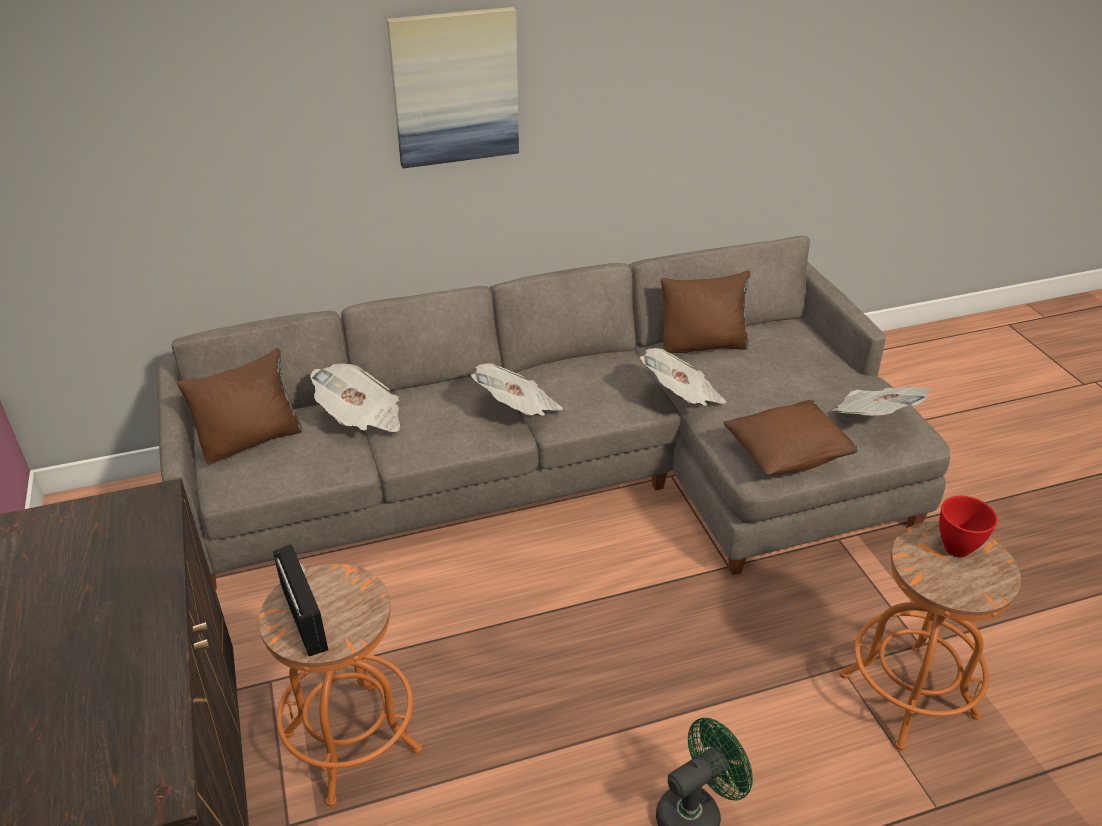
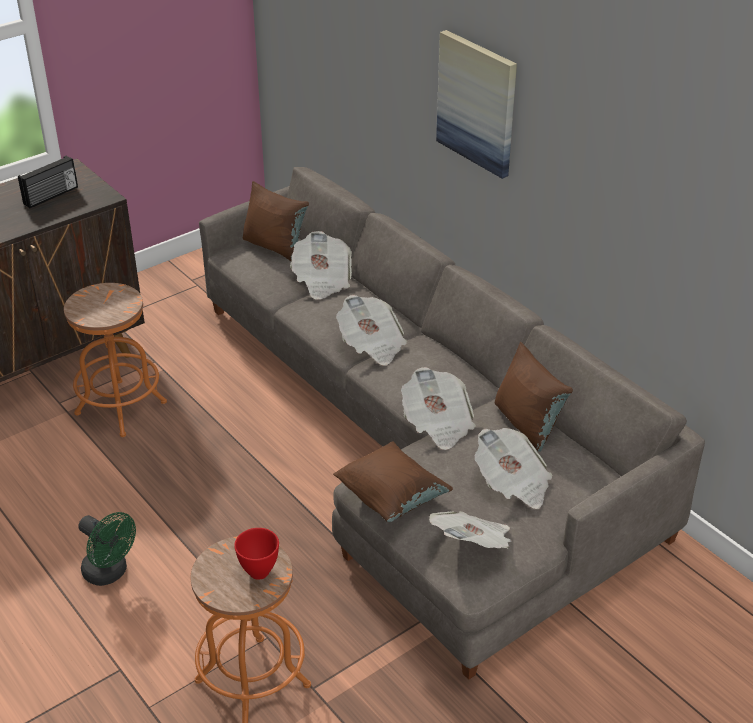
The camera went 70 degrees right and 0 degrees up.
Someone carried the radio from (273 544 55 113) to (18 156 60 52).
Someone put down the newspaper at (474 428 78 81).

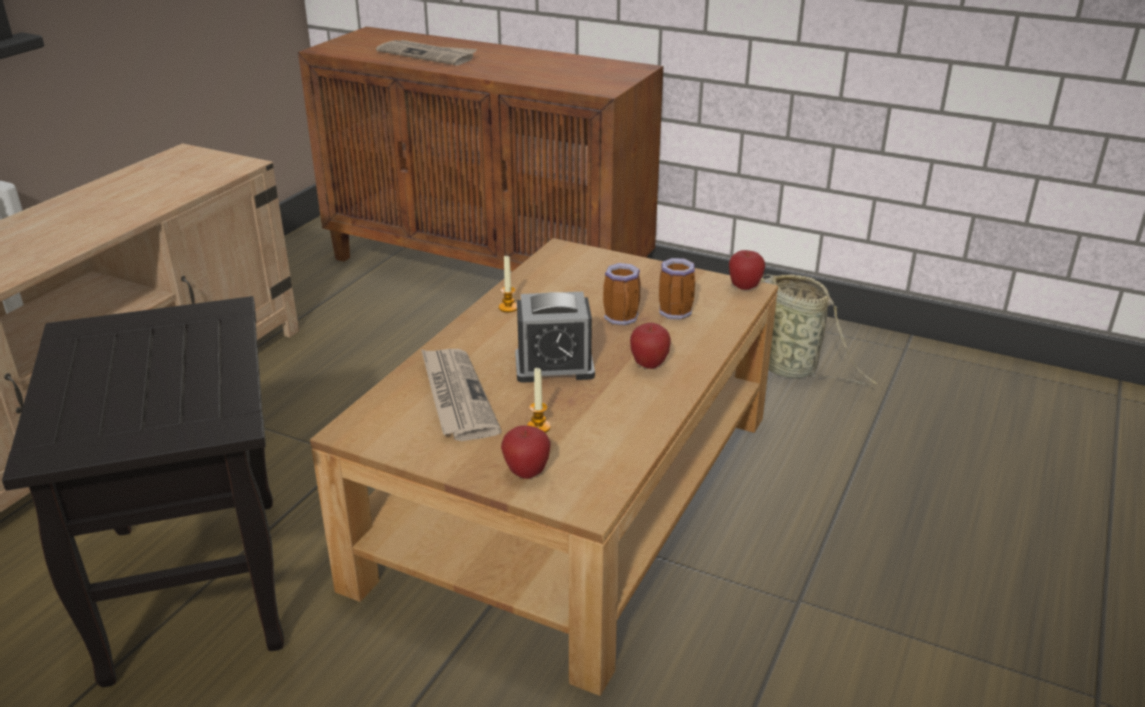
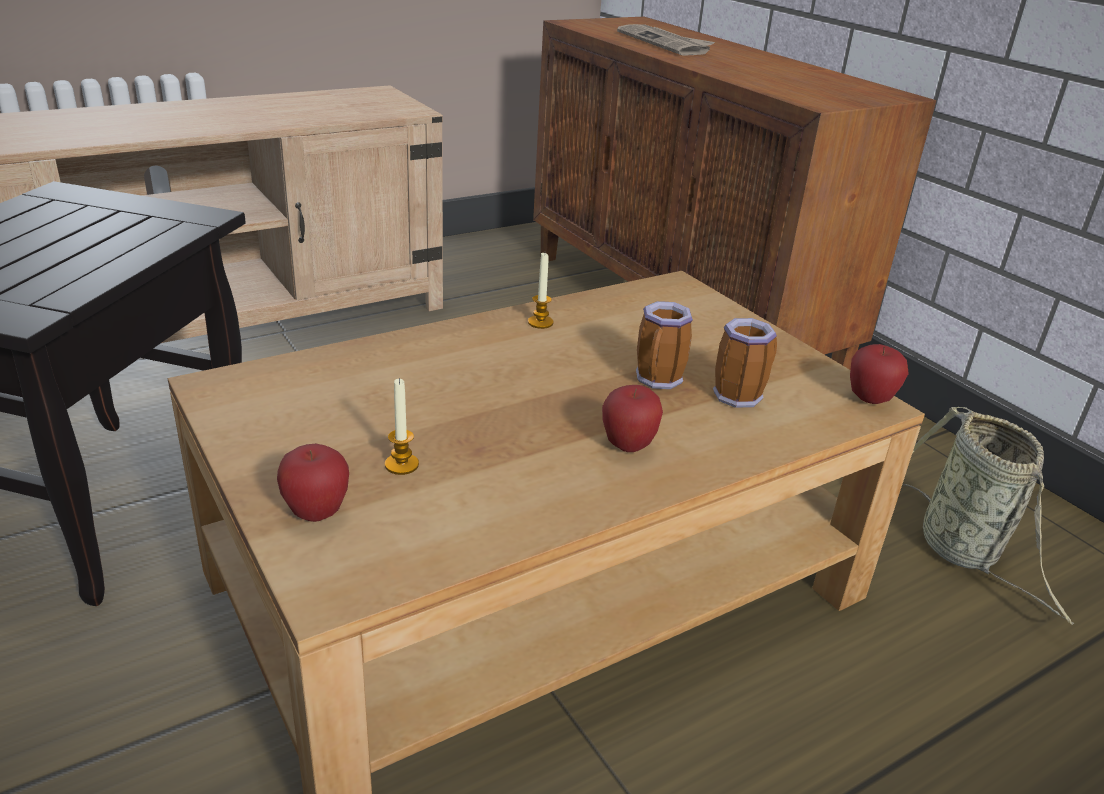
The camera went 30 degrees right and 0 degrees up.
Someone took away the alarm clock at (515 292 80 91).
Someone took away the newspaper at (421 349 80 92).

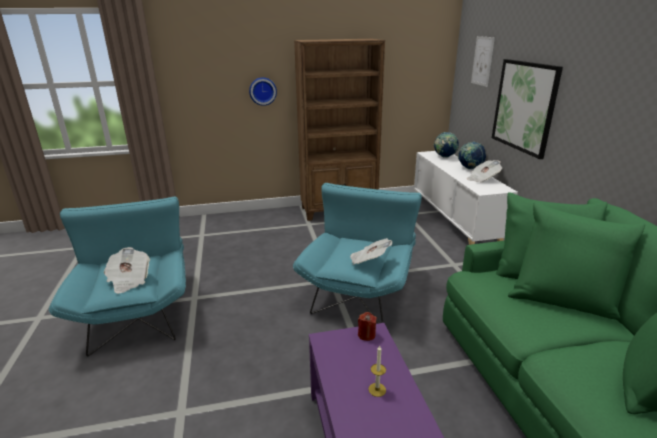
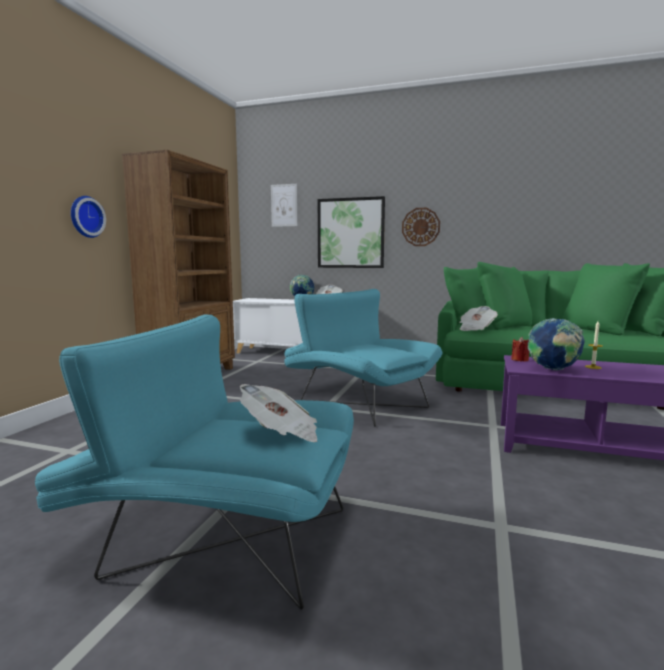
The camera went 60 degrees left and 15 degrees down.
Someone carried the globe from (434 132 25 26) to (528 318 57 53).
Someone carried the newspaper from (350 238 42 27) to (459 306 39 25).
Someone put up the wall clock at (402 208 38 38).

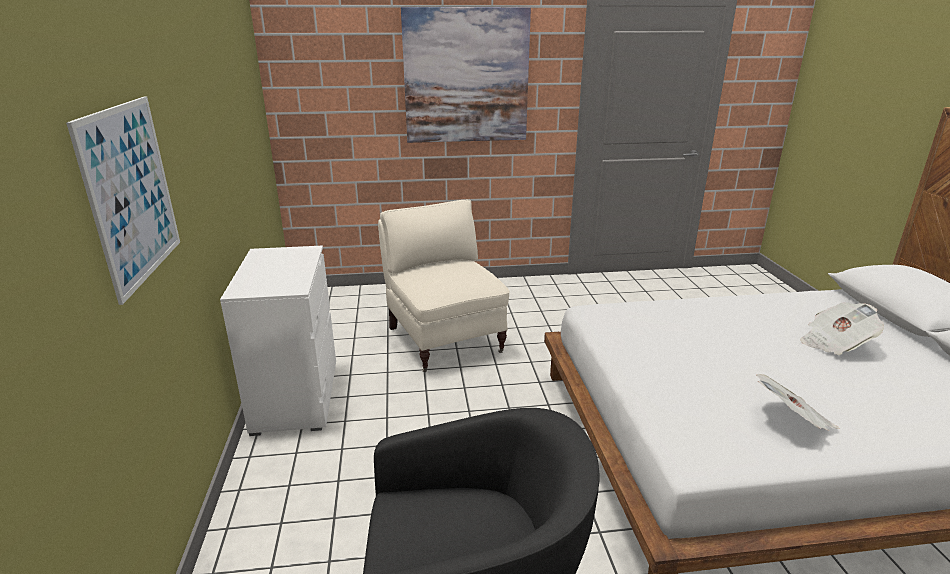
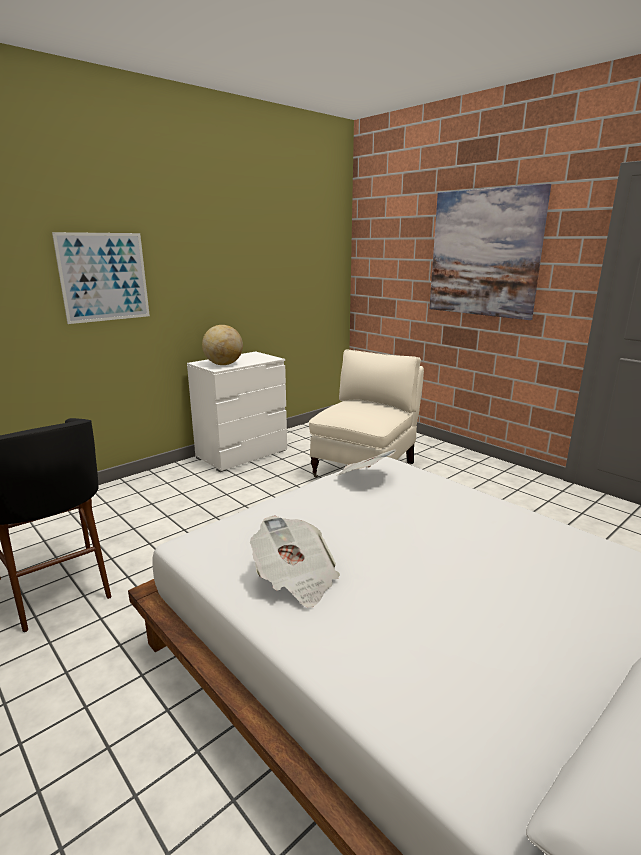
The camera went 55 degrees right and 5 degrees down.
Someone carried the newspaper from (800 302 84 53) to (336 449 60 27).
Someone put down the globe at (202 325 41 40).

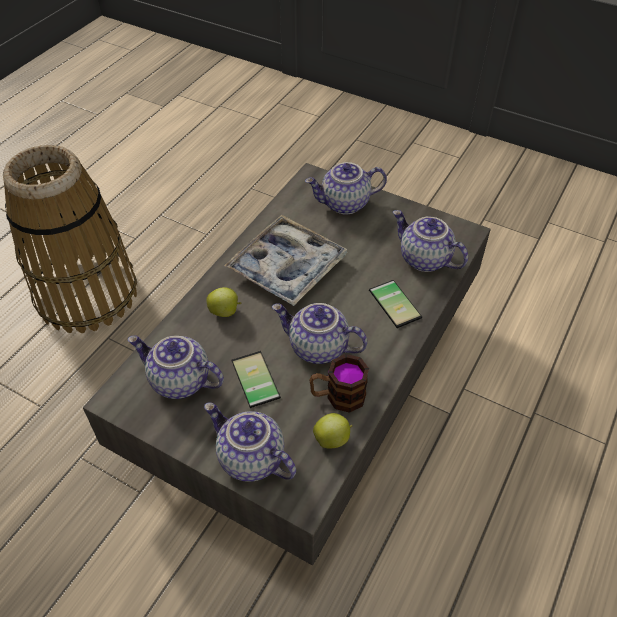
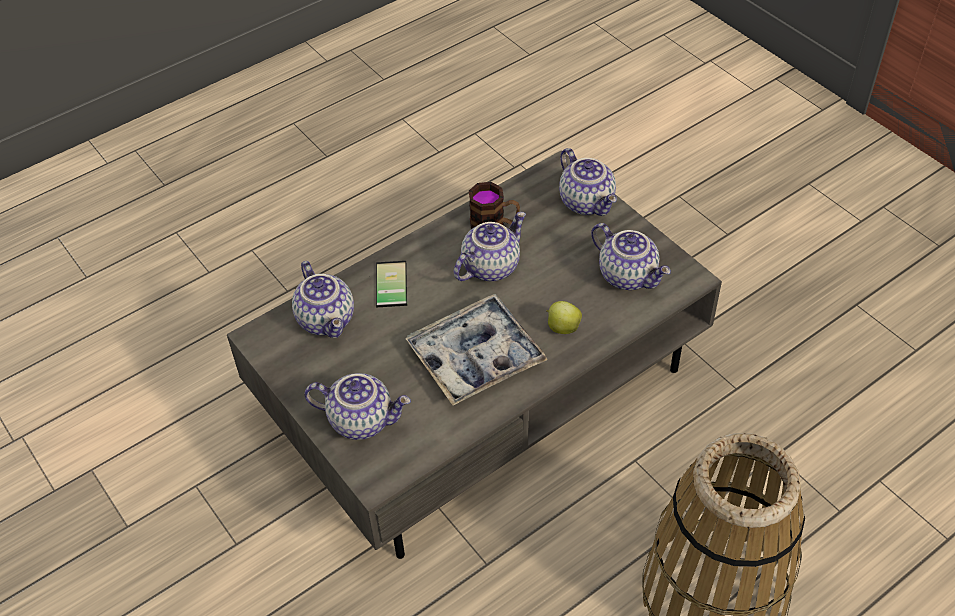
The camera went 155 degrees left and 0 degrees up.
Someone rotated the teapot at (272 303 95 61) by 90 degrees counterclockwise.
Someone took away the phone at (232 351 49 57).
Someone took away the apple at (313 413 39 35).

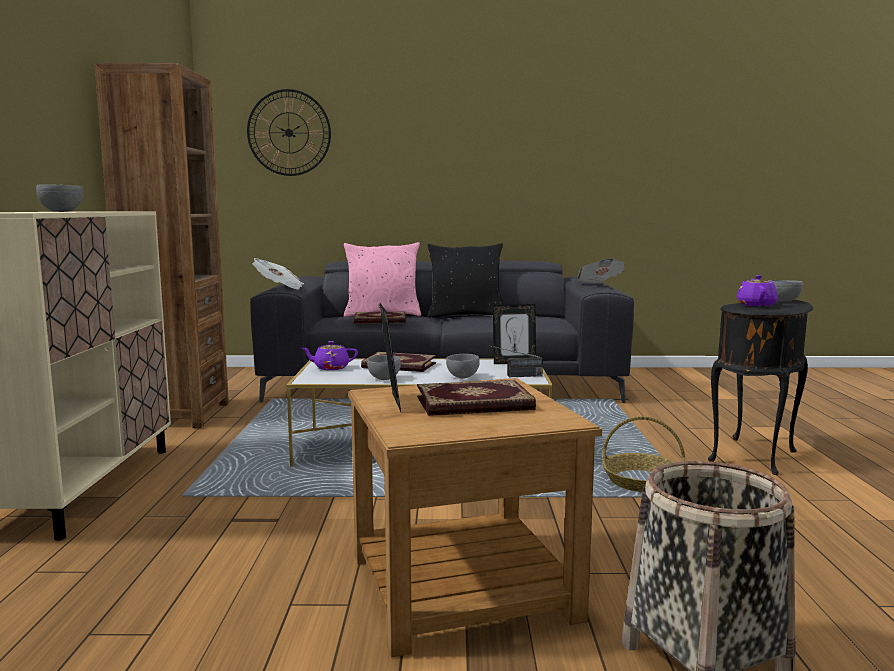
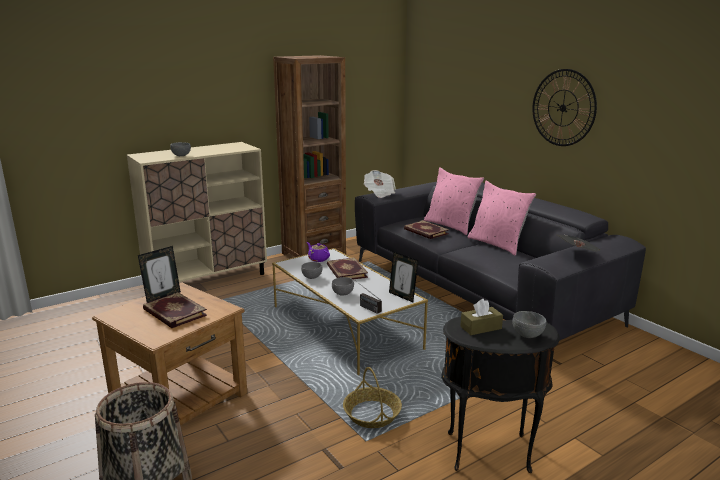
The camera went 55 degrees right and 10 degrees up.
Someone carried the wall clock from (247 89 84 87) to (532 69 65 77).
Someone repainted the black pillow at (427 243 76 75), which became the pink pillow at (467 181 69 74).
Someone swapped the purple teapot at (737 275 41 32) for the brown tissue box at (460 299 43 36).

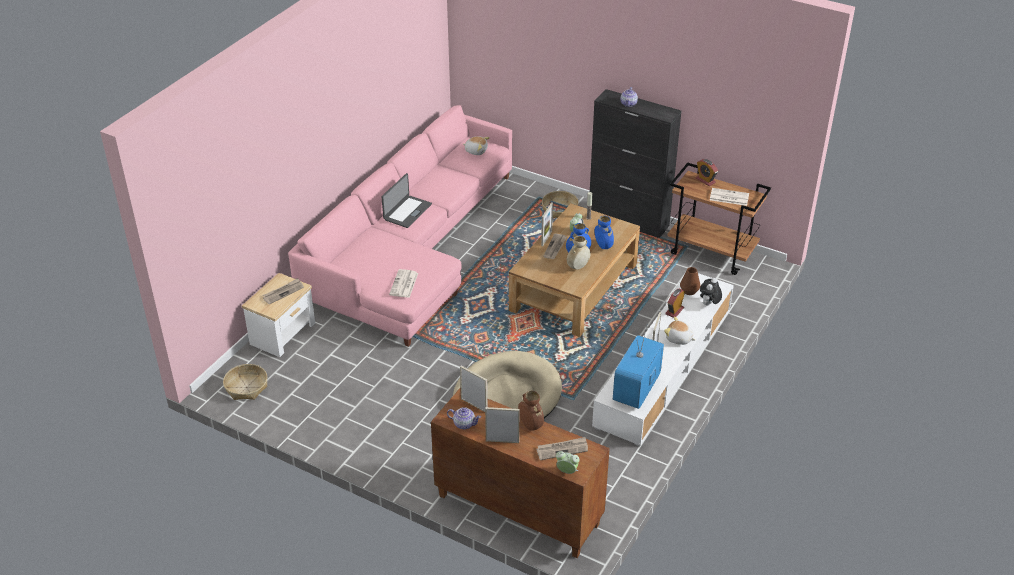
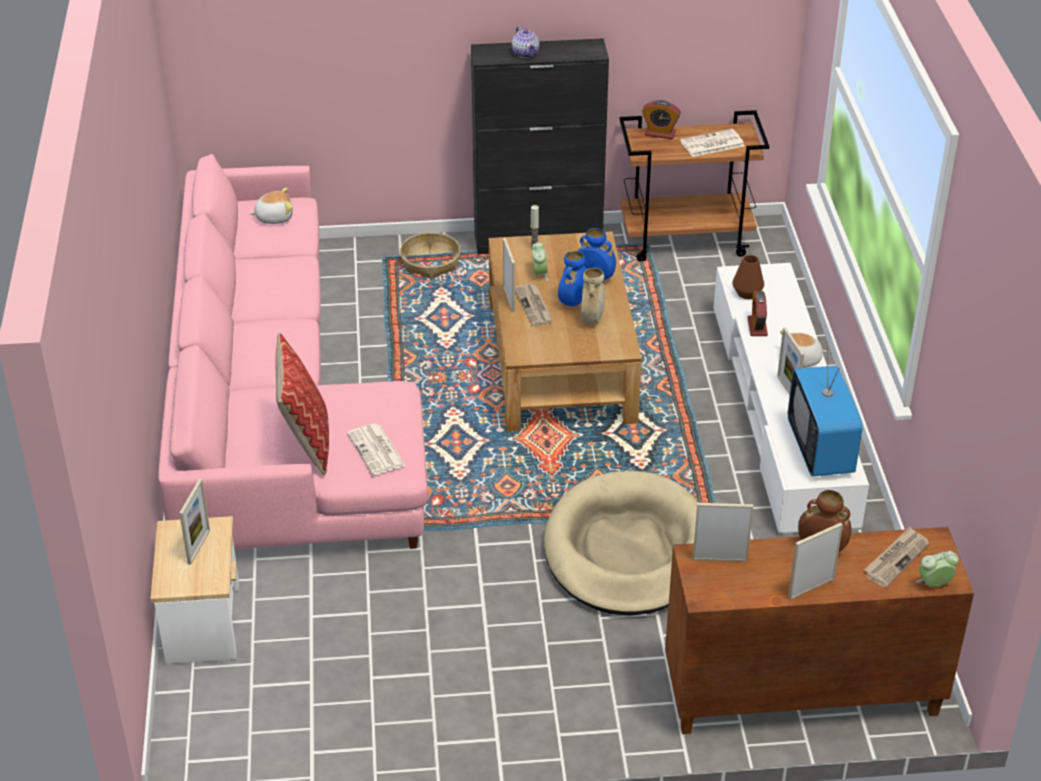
The camera went 35 degrees left and 0 degrees up.
Someone took away the laptop at (382 173 50 55).
Someone swapped the newspaper at (263 278 41 26) for the picture frame at (179 479 31 86).
Someone took away the plush toy at (700 278 22 28).
Someone took away the basket at (223 364 44 36).
Someone took away the teapot at (447 407 34 22).
Someone put down the pillow at (275 333 54 142).

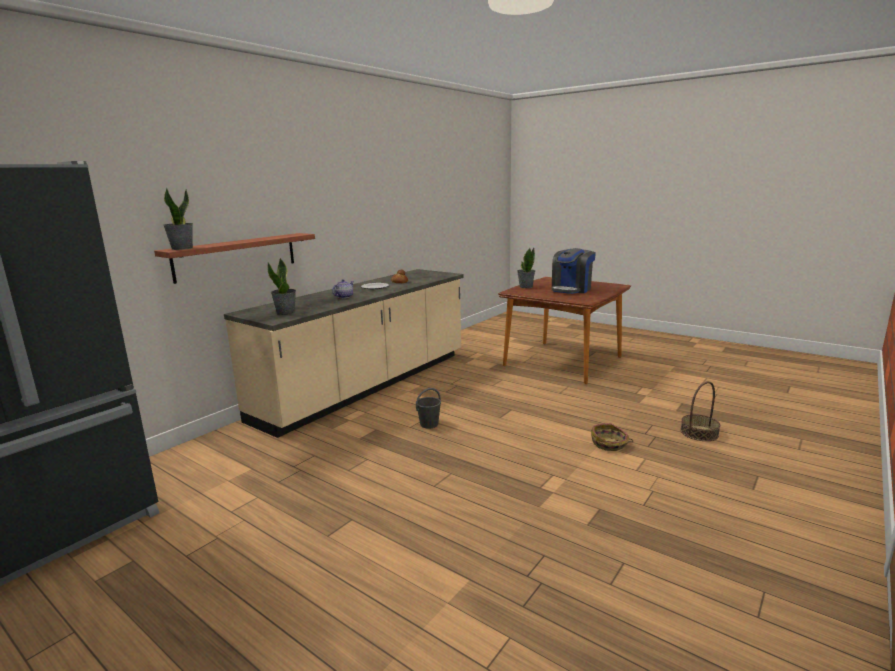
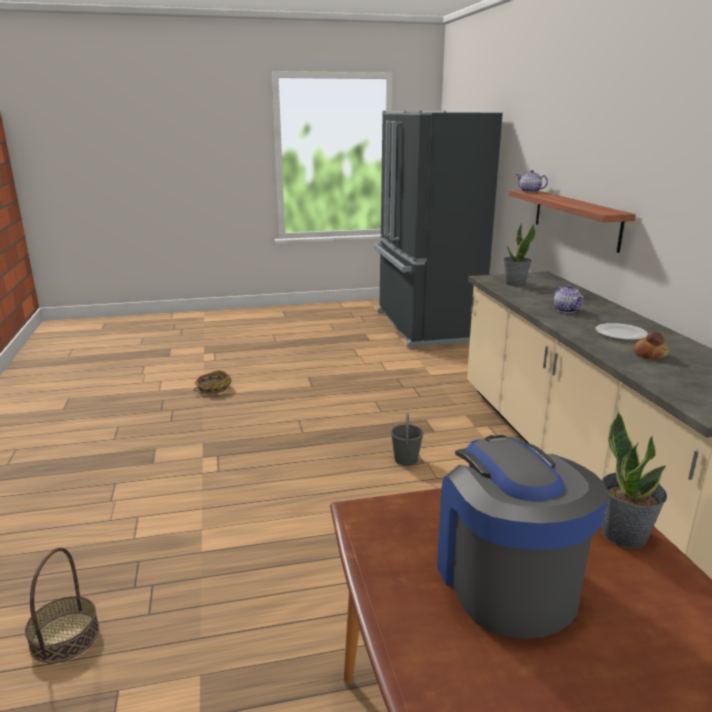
The camera went 130 degrees right and 5 degrees up.
Someone swapped the potted plant at (163 188 30 62) for the teapot at (516 170 32 23).
Someone carried the basket from (591 423 42 28) to (193 370 39 24).

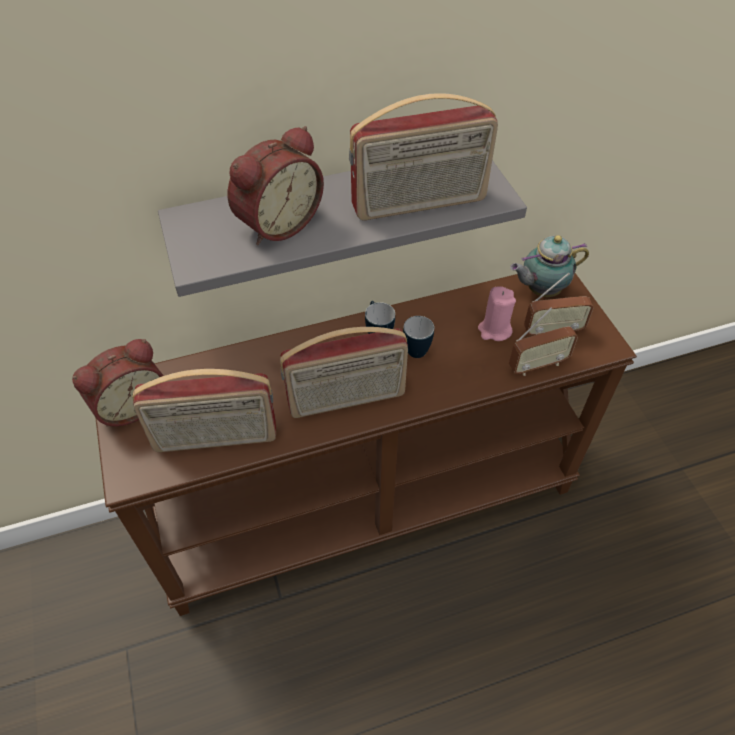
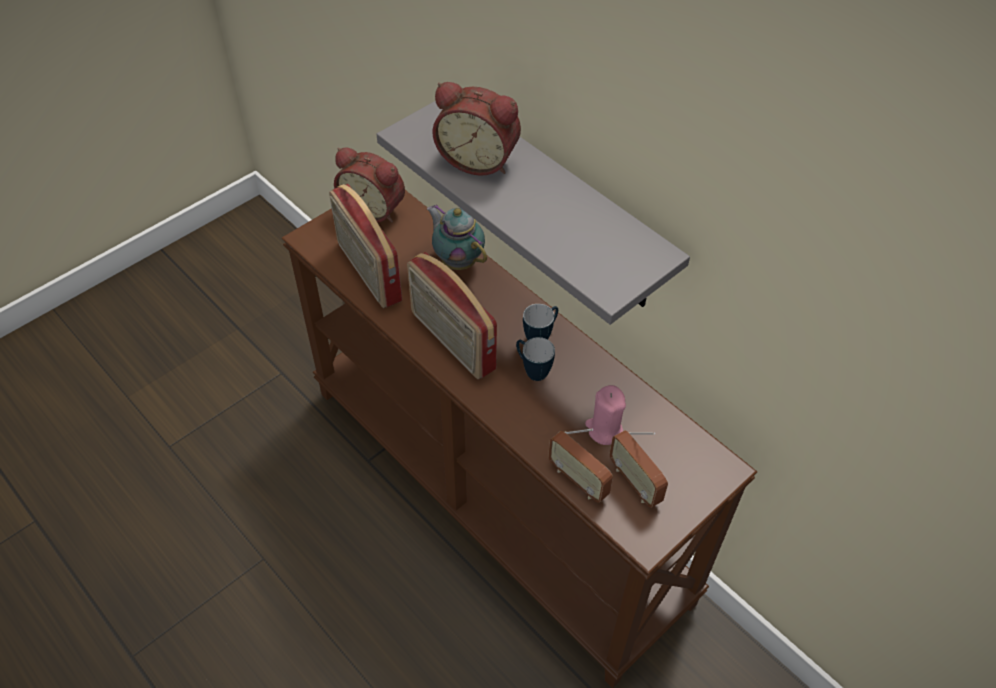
The camera went 65 degrees right and 0 degrees up.
Someone took away the radio at (349 93 149 128).
Someone carried the teapot from (510 235 79 62) to (427 204 60 66).

